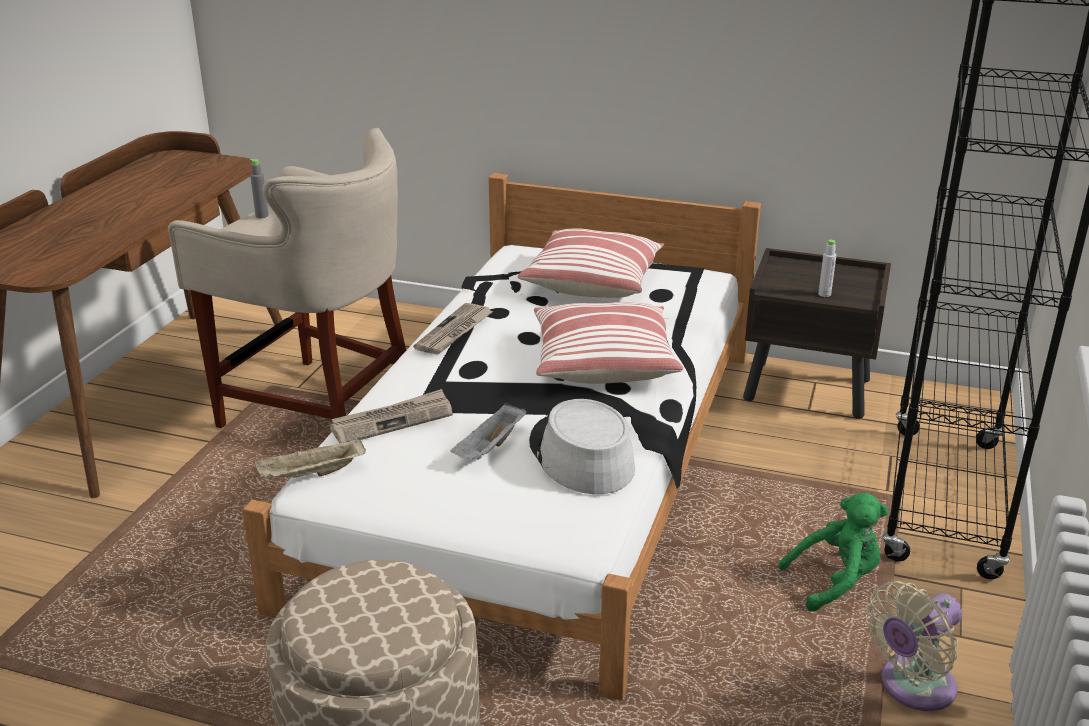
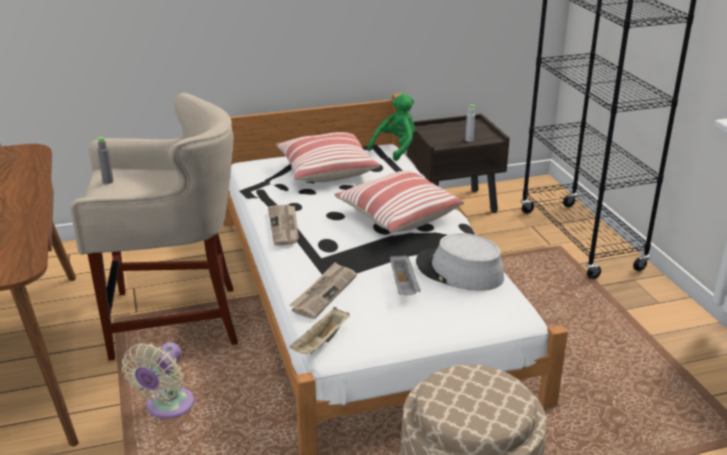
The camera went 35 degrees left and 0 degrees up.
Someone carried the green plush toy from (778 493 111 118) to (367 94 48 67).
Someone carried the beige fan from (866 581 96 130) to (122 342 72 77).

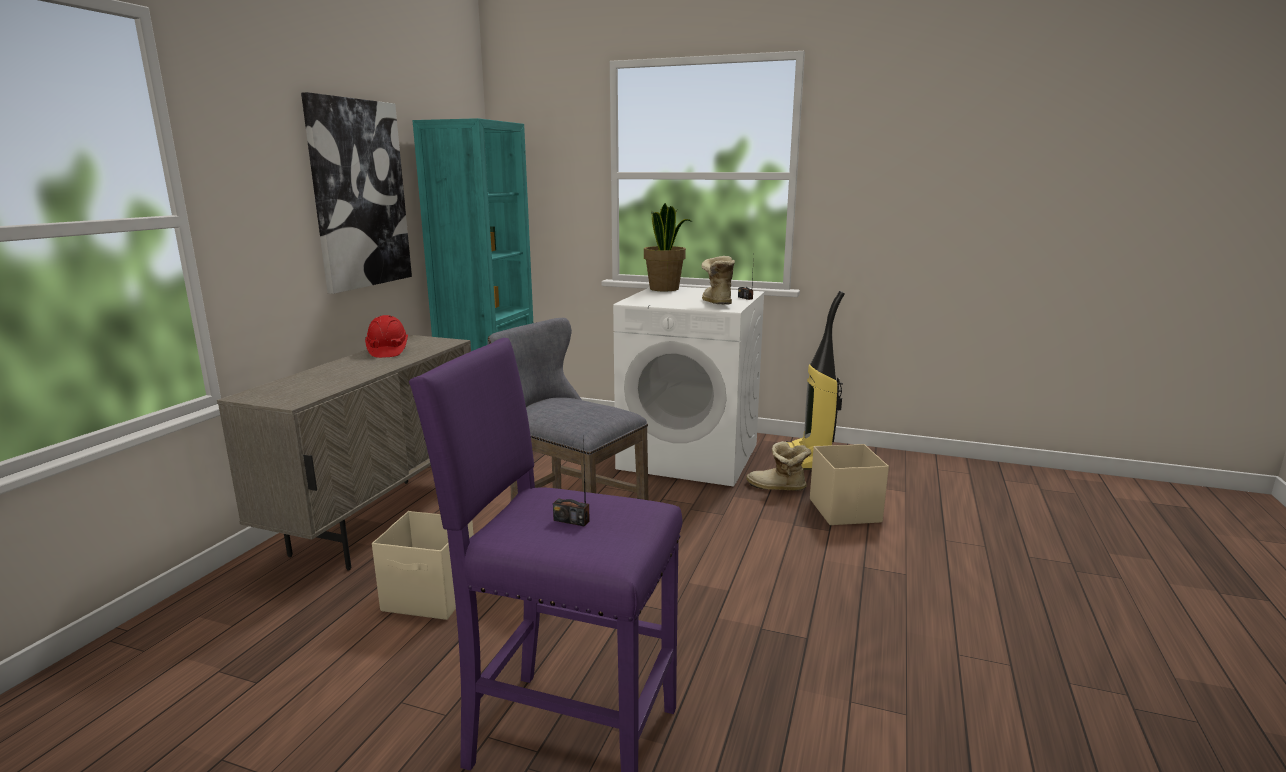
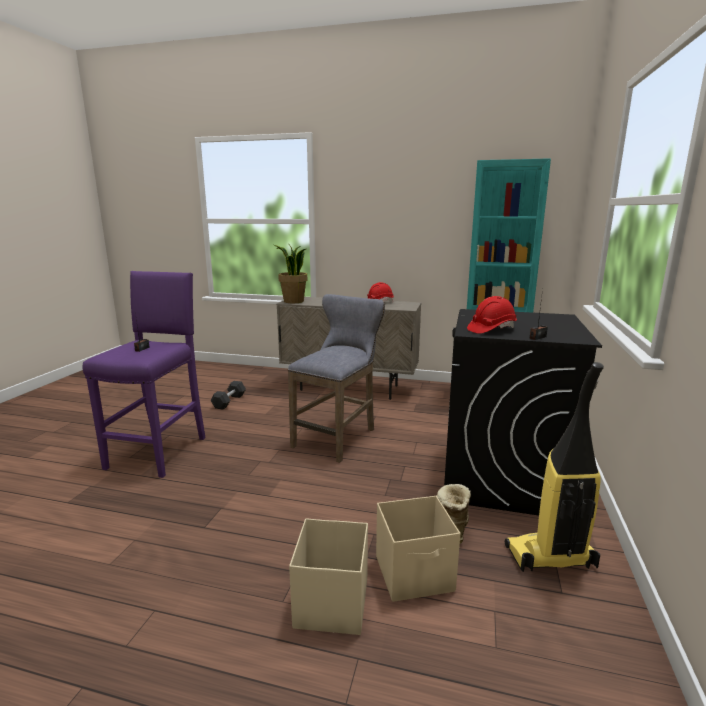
The camera went 85 degrees right and 0 degrees up.
Someone took away the picture at (301 92 111 202).
Someone carried the potted plant from (644 203 48 88) to (274 243 33 60).
Someone swapped the boot at (701 256 34 48) for the red hard hat at (467 296 50 38).
Someone repainted the white washing machine at (613 287 152 200), which became the black washing machine at (444 309 158 207).
Someone carried the beige storage box from (372 511 101 109) to (289 518 79 117).
Someone put down the black dumbbell at (211 381 35 28).

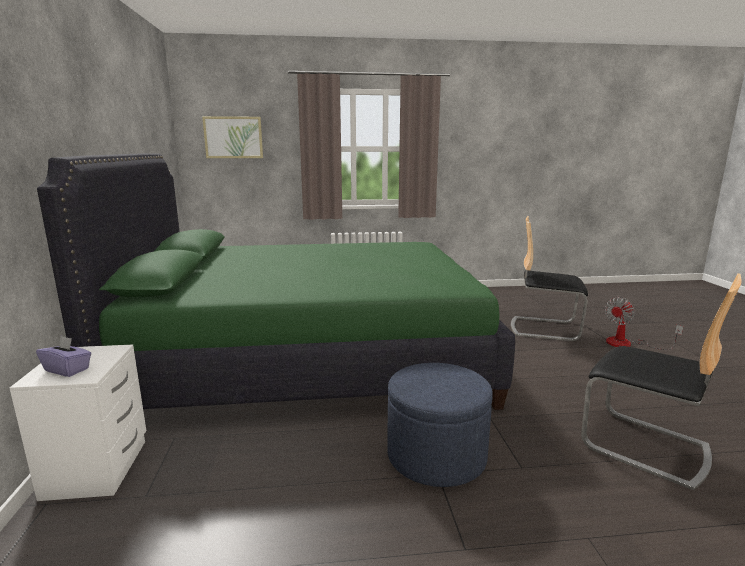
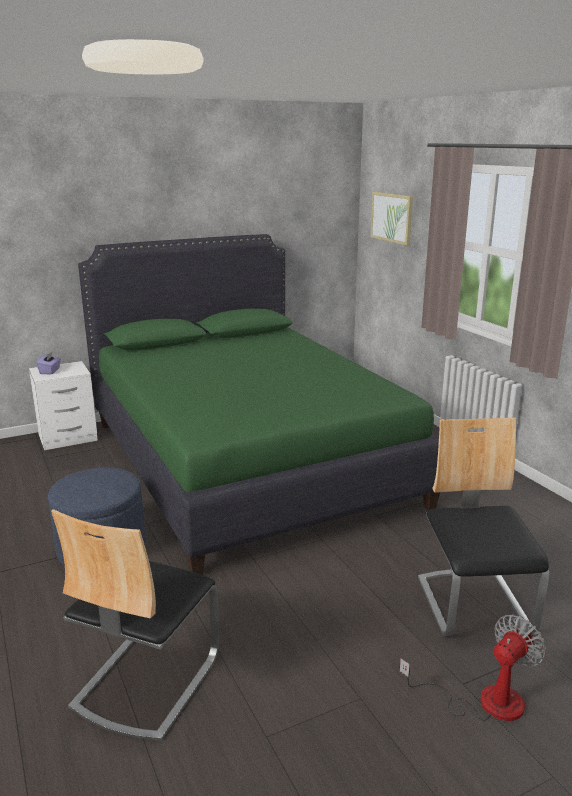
The camera went 70 degrees right and 5 degrees up.
Someone rotated the fan at (605 297 78 53) by 105 degrees clockwise.

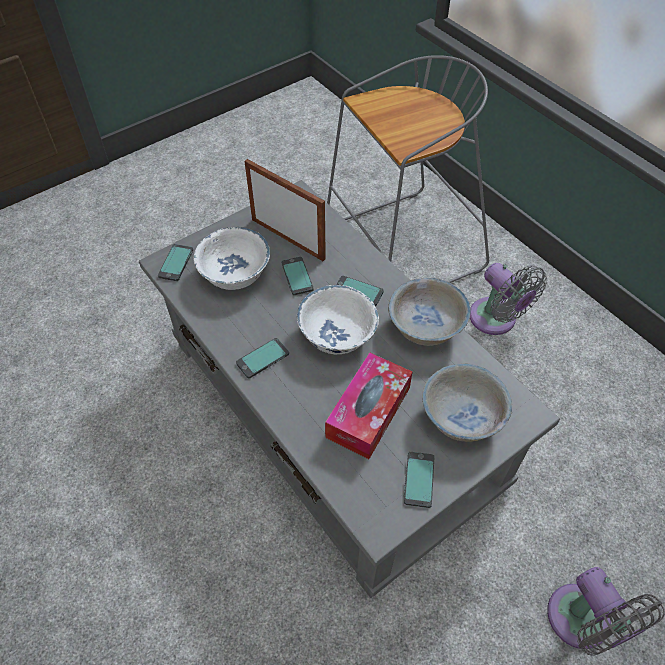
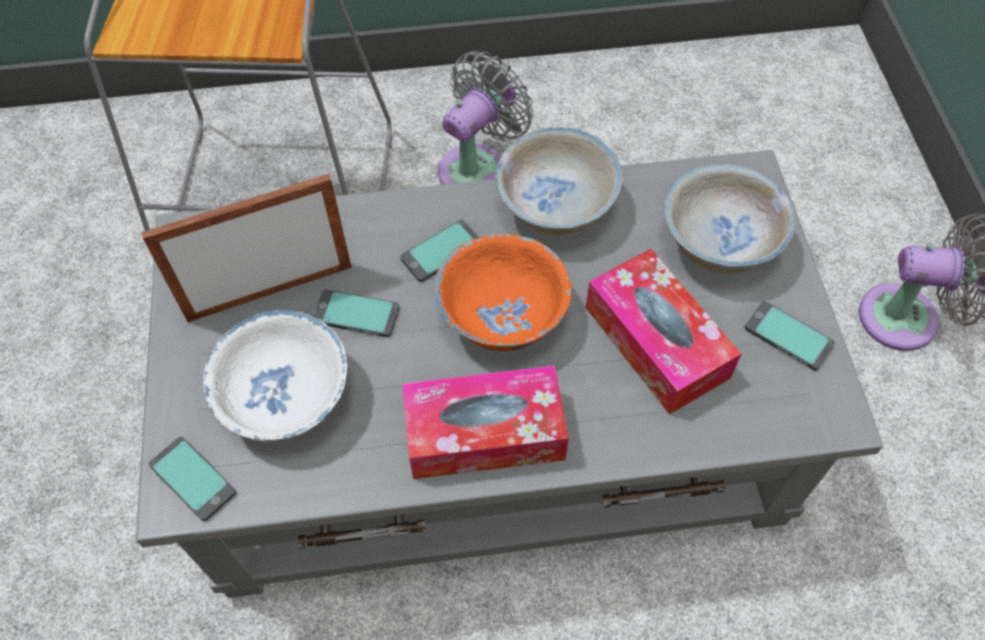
The camera went 60 degrees left and 5 degrees up.
Someone rotated the grey fan at (470 263 77 72) by 45 degrees counterclockwise.
Someone repainted the white bowl at (297 285 82 70), which became the orange bowl at (434 233 138 118).
Someone swapped the phone at (236 338 53 41) for the tissue box at (402 365 167 114).

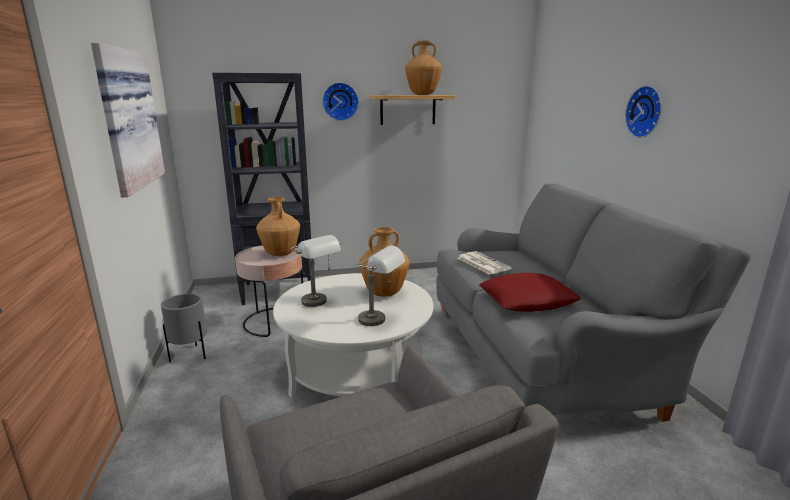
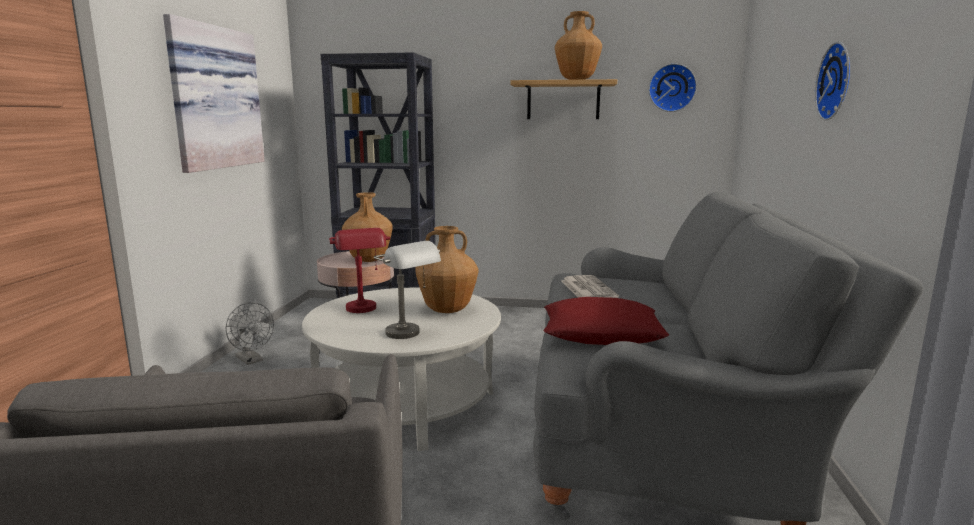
The camera went 20 degrees right and 5 degrees down.
Someone carried the wall clock from (322 82 37 39) to (649 63 48 49).
Someone repainted the grey table lamp at (290 235 51 72), which became the red table lamp at (329 228 61 85).
Someone swapped the grey planter at (161 293 46 69) for the grey fan at (226 302 48 63).

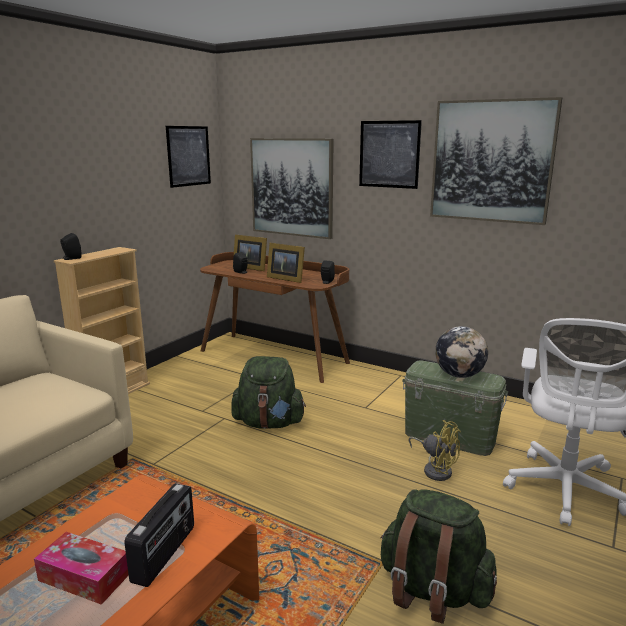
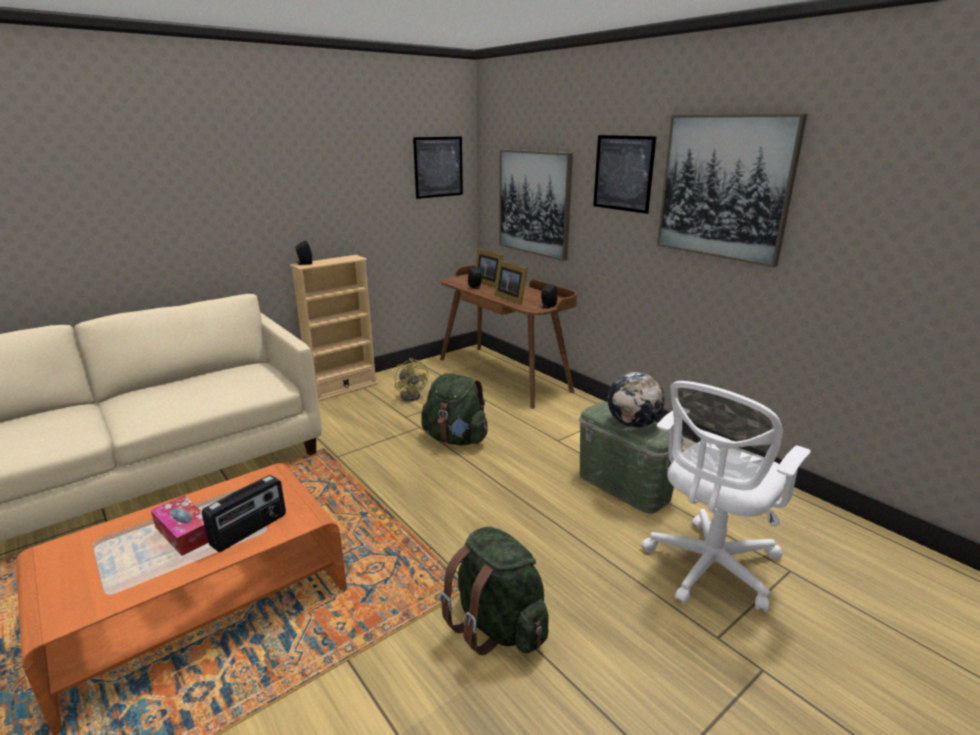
The camera went 20 degrees right and 5 degrees up.
Someone carried the yellow fan from (408 420 53 61) to (395 358 33 43).

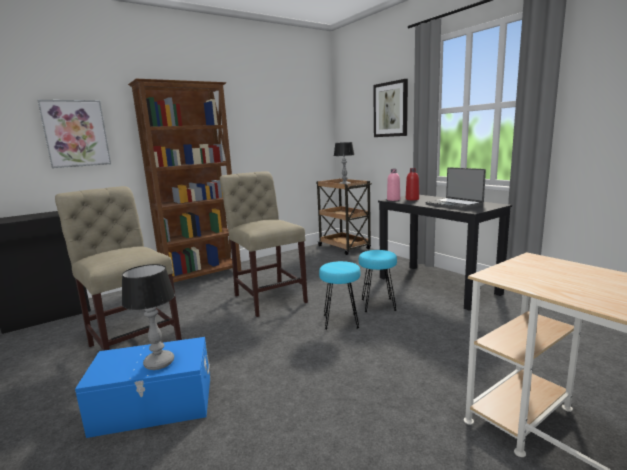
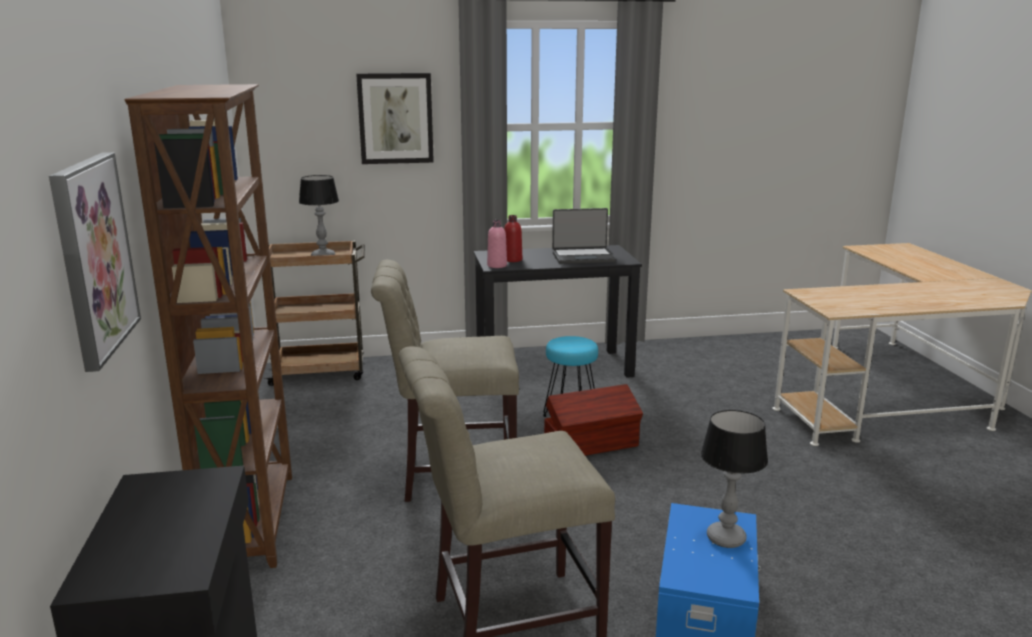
The camera went 65 degrees left and 5 degrees up.
Someone swapped the turquoise stool at (319 261 42 69) for the brown storage box at (544 384 99 72).

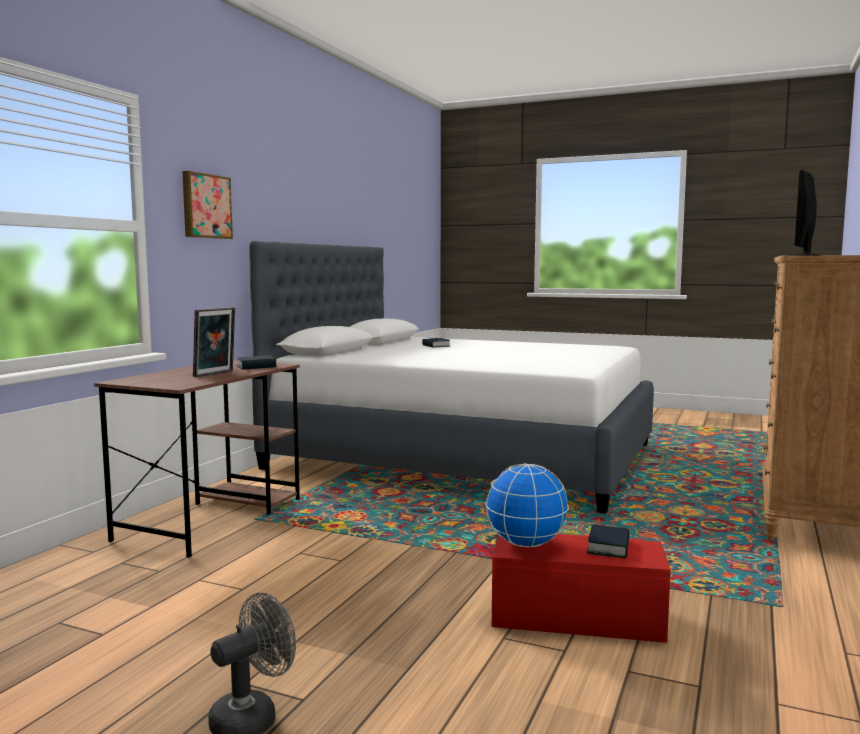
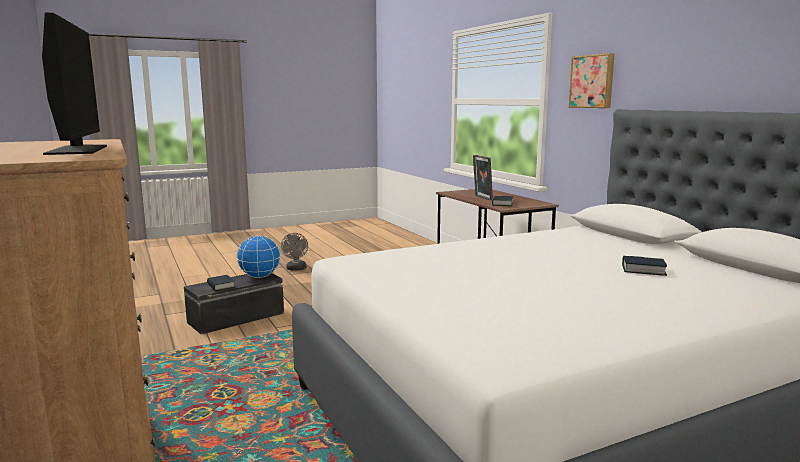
The camera went 130 degrees right and 5 degrees up.
Someone repainted the red storage box at (492 534 179 109), which became the black storage box at (184 273 100 62).

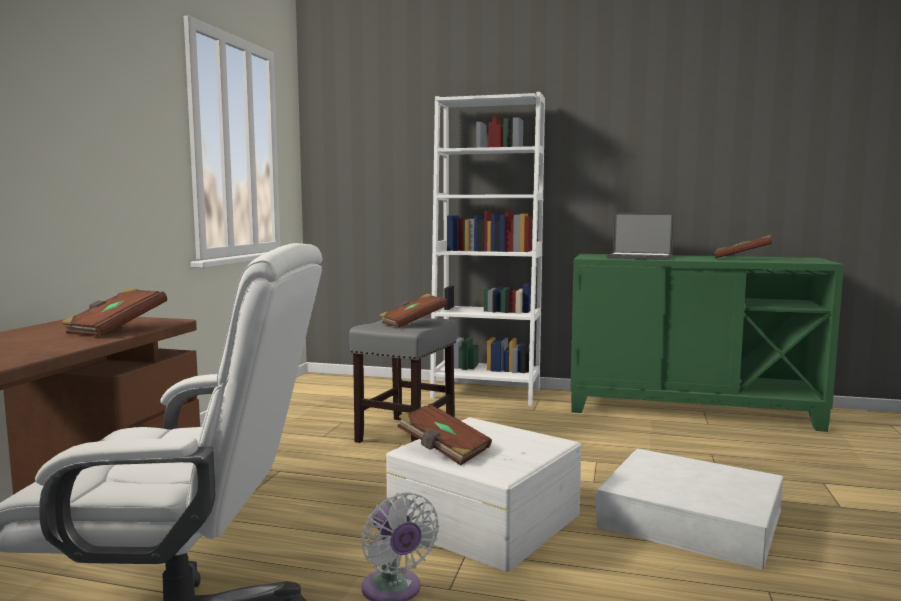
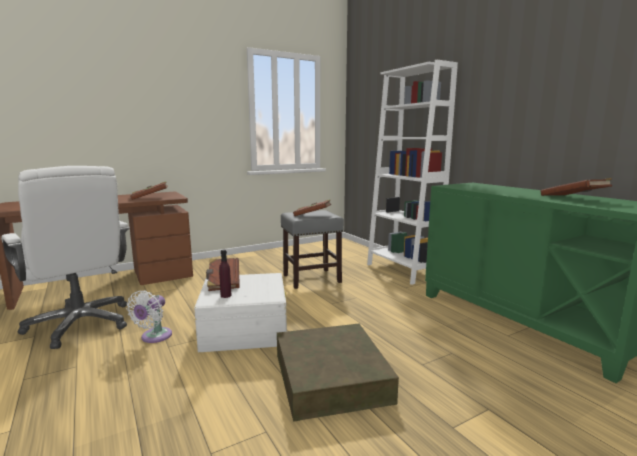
The camera went 45 degrees right and 5 degrees up.
Someone took away the laptop at (607 213 67 47).
Someone repainted the white storage box at (596 449 187 121), which became the brown storage box at (277 324 122 98).
Someone put down the purple bottle at (219 250 12 48).

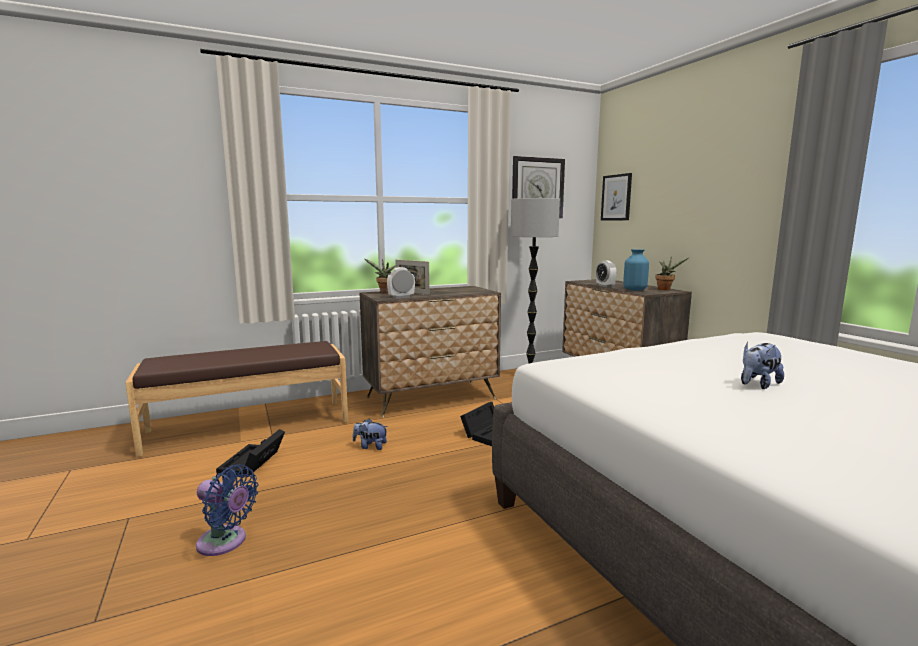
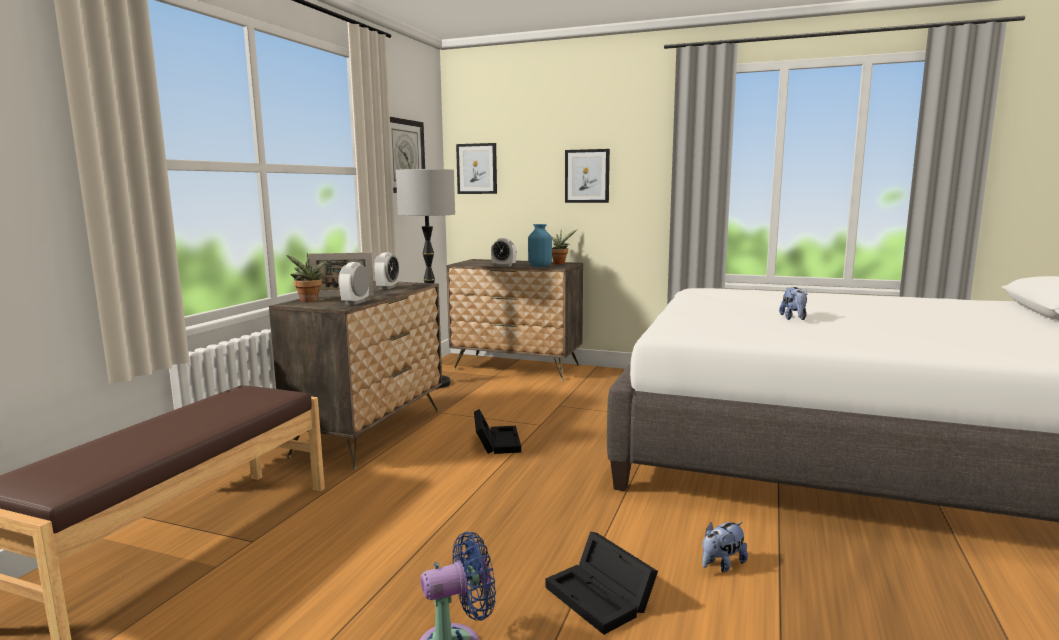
The camera went 45 degrees left and 0 degrees up.
Someone carried the plush toy from (353 418 35 32) to (702 522 46 50).
Someone carried the black storage box from (216 429 69 49) to (546 532 112 103).
Someone put up the picture at (565 149 45 54).
Someone put down the alarm clock at (374 252 25 38).

